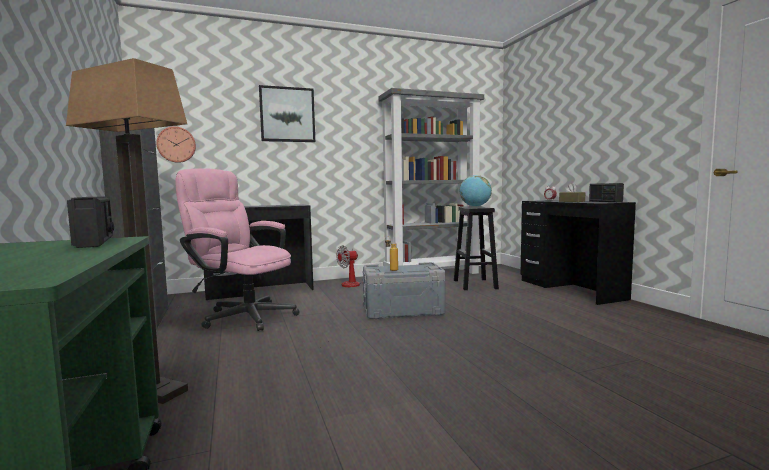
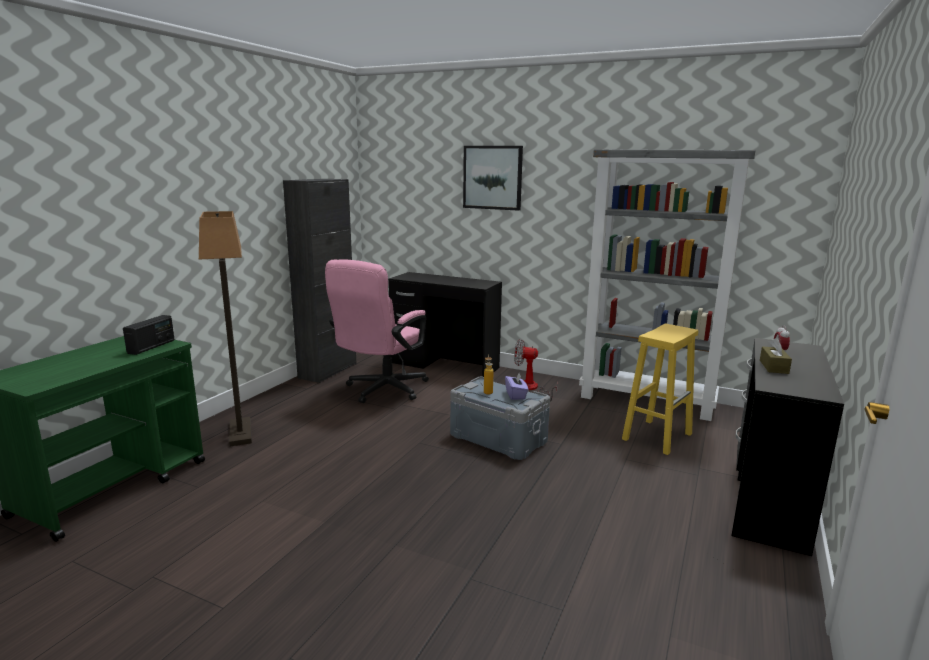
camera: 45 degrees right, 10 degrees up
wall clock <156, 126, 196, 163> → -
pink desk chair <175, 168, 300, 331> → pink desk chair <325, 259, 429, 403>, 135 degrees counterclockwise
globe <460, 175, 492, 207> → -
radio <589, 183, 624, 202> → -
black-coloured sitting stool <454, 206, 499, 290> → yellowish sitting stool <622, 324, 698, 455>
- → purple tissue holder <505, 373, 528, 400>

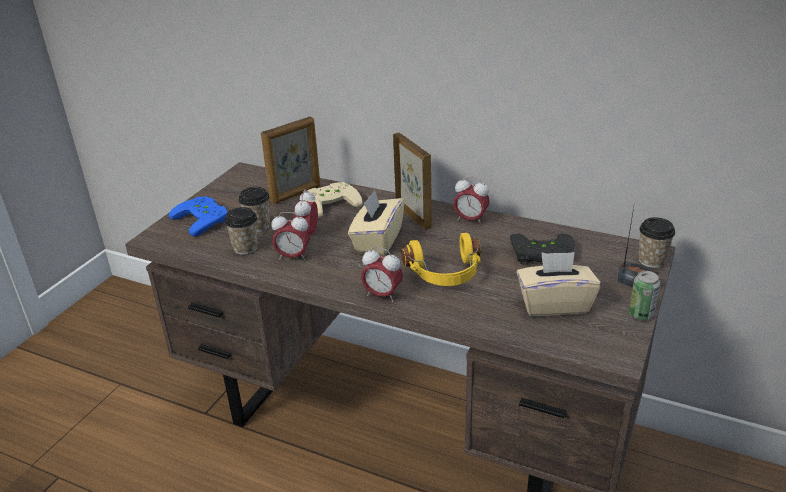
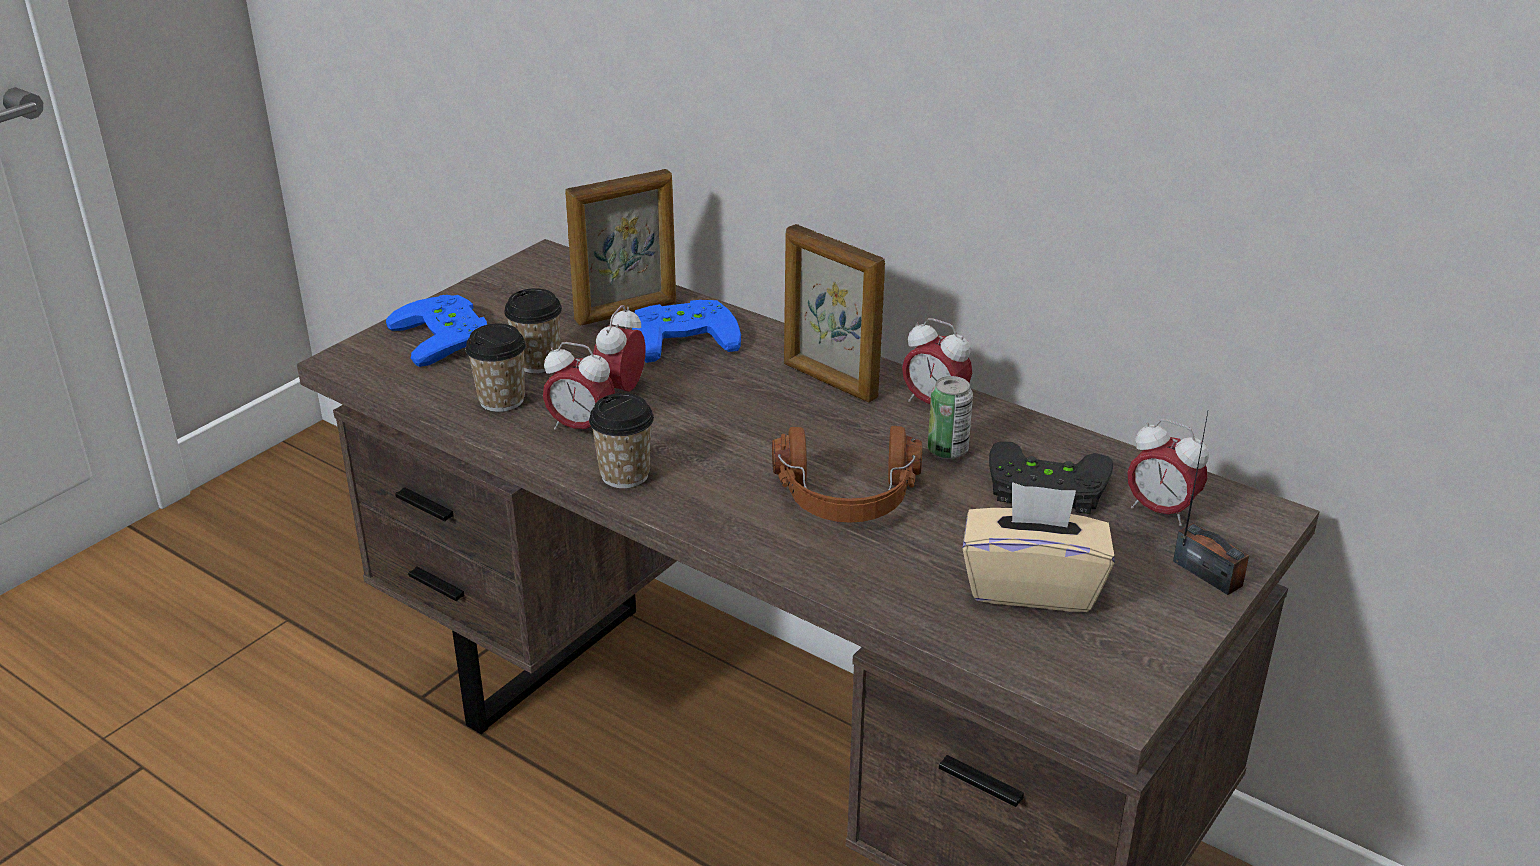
camera: 10 degrees right, 0 degrees up
standing frame <393, 133, 432, 230> → standing frame <784, 224, 885, 403>, 150 degrees clockwise
beige joypad <305, 182, 363, 218> → bluish joypad <632, 300, 741, 363>
beige tissue holder <348, 190, 405, 255> → -
drinking cup <638, 217, 675, 268> → drinking cup <589, 393, 654, 488>, shifted
yellowish pair of headphones <401, 233, 481, 286> → brownish pair of headphones <772, 426, 922, 523>
table clock <361, 247, 403, 302> → table clock <1127, 419, 1209, 526>, shifted
can <629, 271, 660, 320> → can <928, 376, 973, 459>, shifted

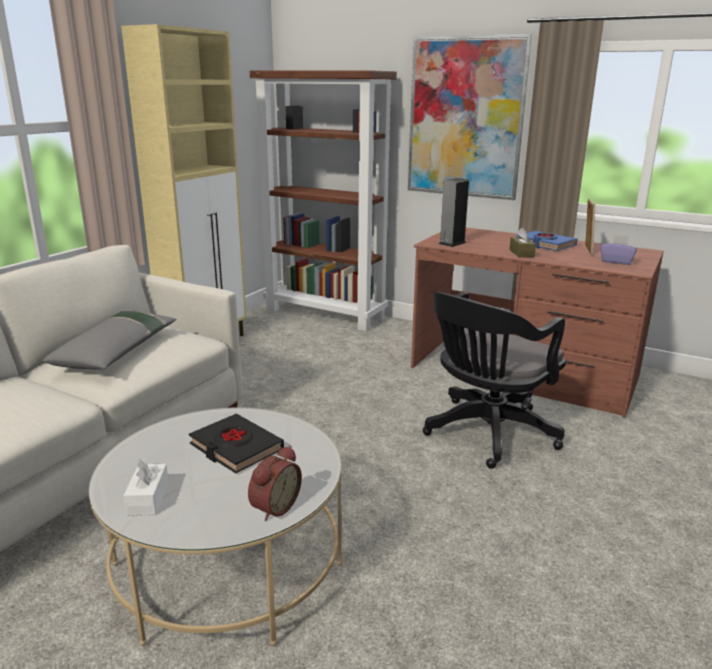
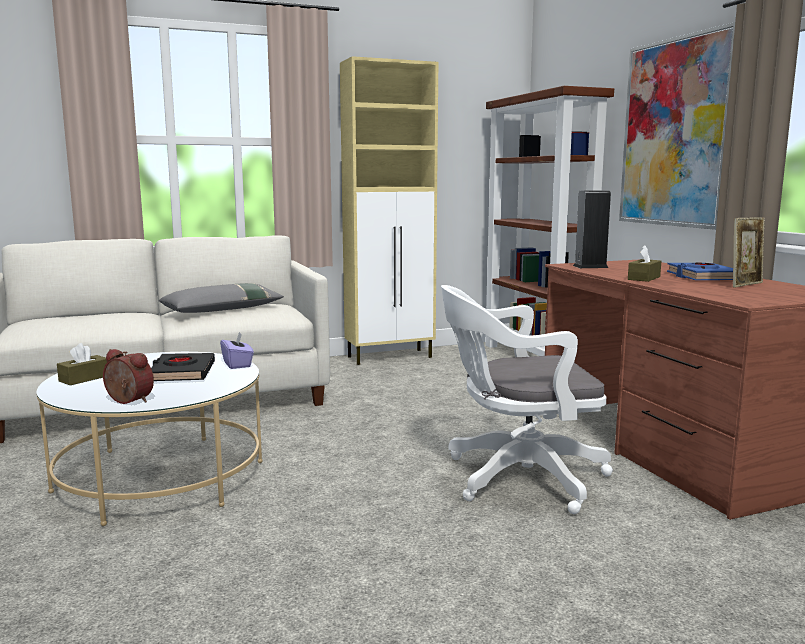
camera: 40 degrees right, 10 degrees down
purple tissue holder <600, 235, 637, 265> → purple tissue holder <220, 331, 254, 369>, shifted
black-coloured desk chair <423, 292, 566, 469> → white desk chair <441, 285, 613, 514>
table clock <248, 446, 302, 521> → table clock <103, 349, 154, 404>, 135 degrees counterclockwise
white tissue holder <123, 459, 169, 515> → brownish tissue holder <57, 343, 107, 385>

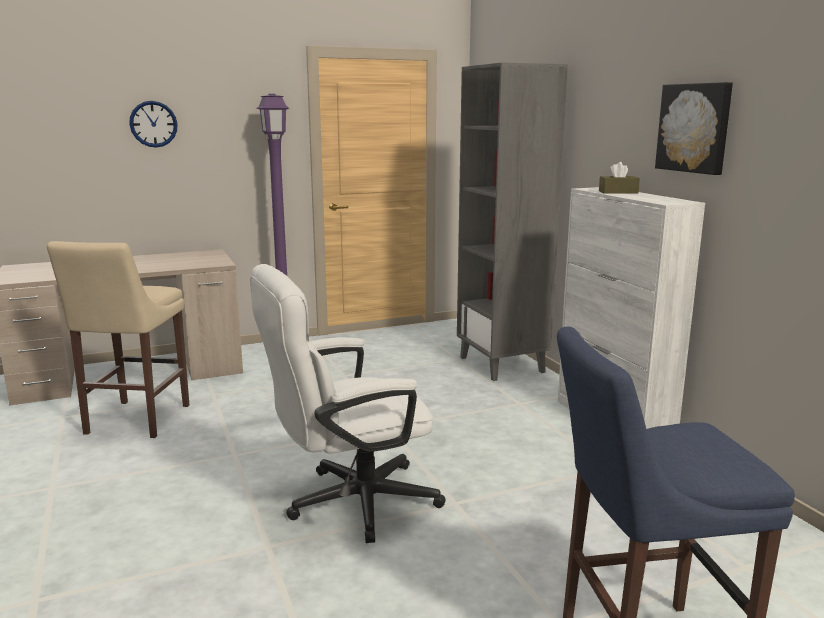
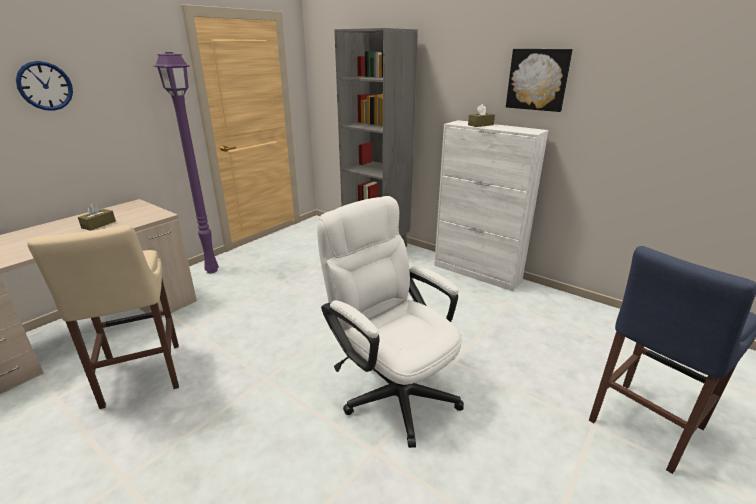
camera: 30 degrees left, 10 degrees up
white desk chair <250, 264, 446, 543> → white desk chair <317, 196, 464, 448>, 105 degrees clockwise
- → brownish tissue holder <78, 203, 116, 231>

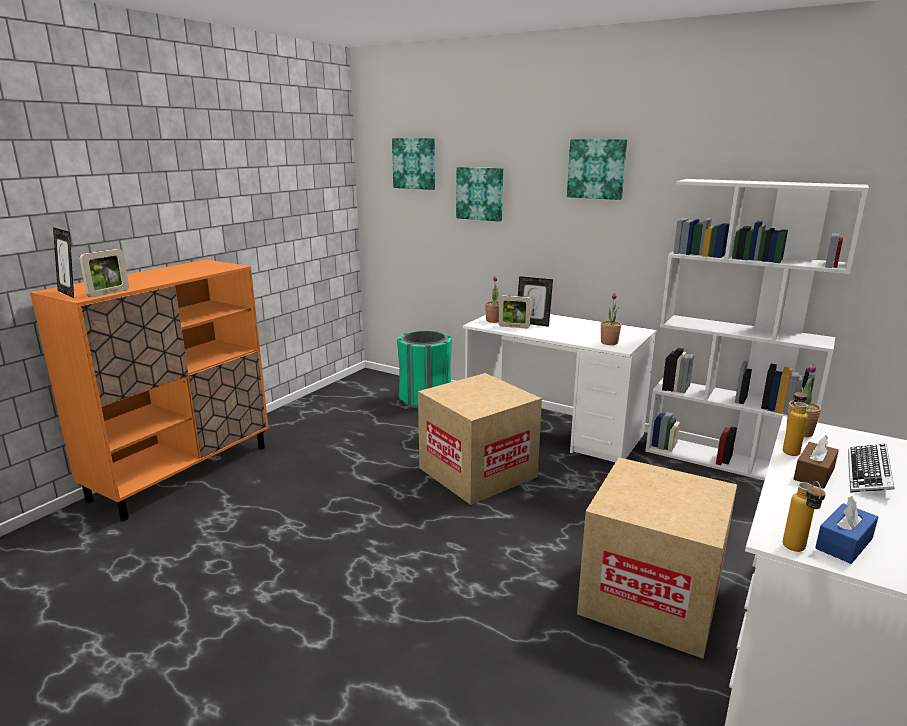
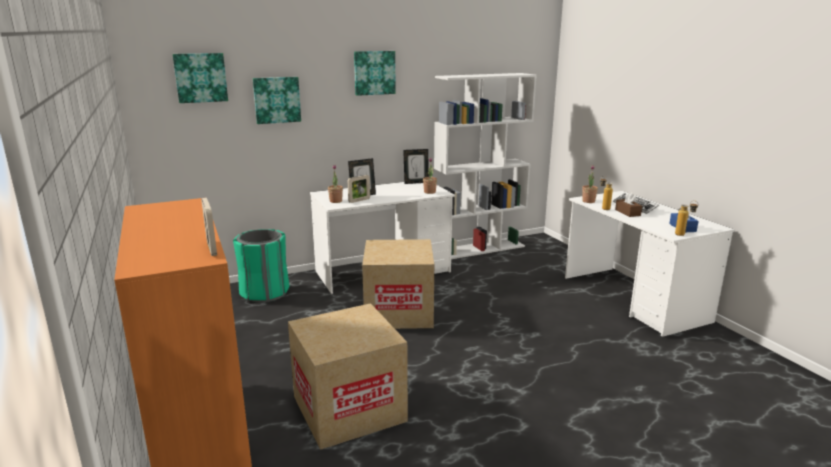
camera: 55 degrees left, 0 degrees up
standing frame <53, 227, 74, 298> → standing frame <403, 149, 429, 184>, shifted
carton <577, 457, 737, 659> → carton <288, 303, 408, 450>, shifted

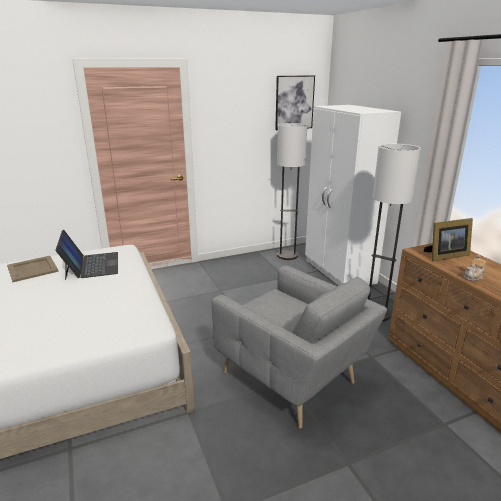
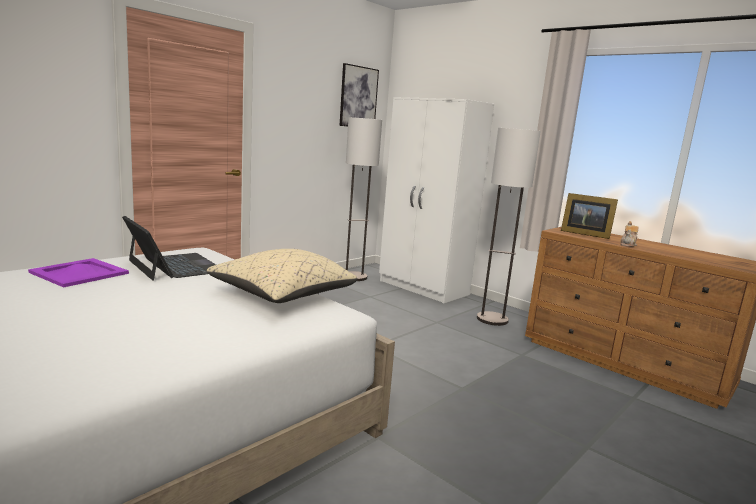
camera: 25 degrees left, 10 degrees down
standing frame <423, 218, 473, 261> → standing frame <561, 193, 618, 239>, 75 degrees clockwise
beige serving tray <7, 256, 59, 282> → purple serving tray <28, 258, 129, 287>
greyish armchair <212, 266, 387, 429> → -
- → beige throw pillow <207, 249, 357, 303>

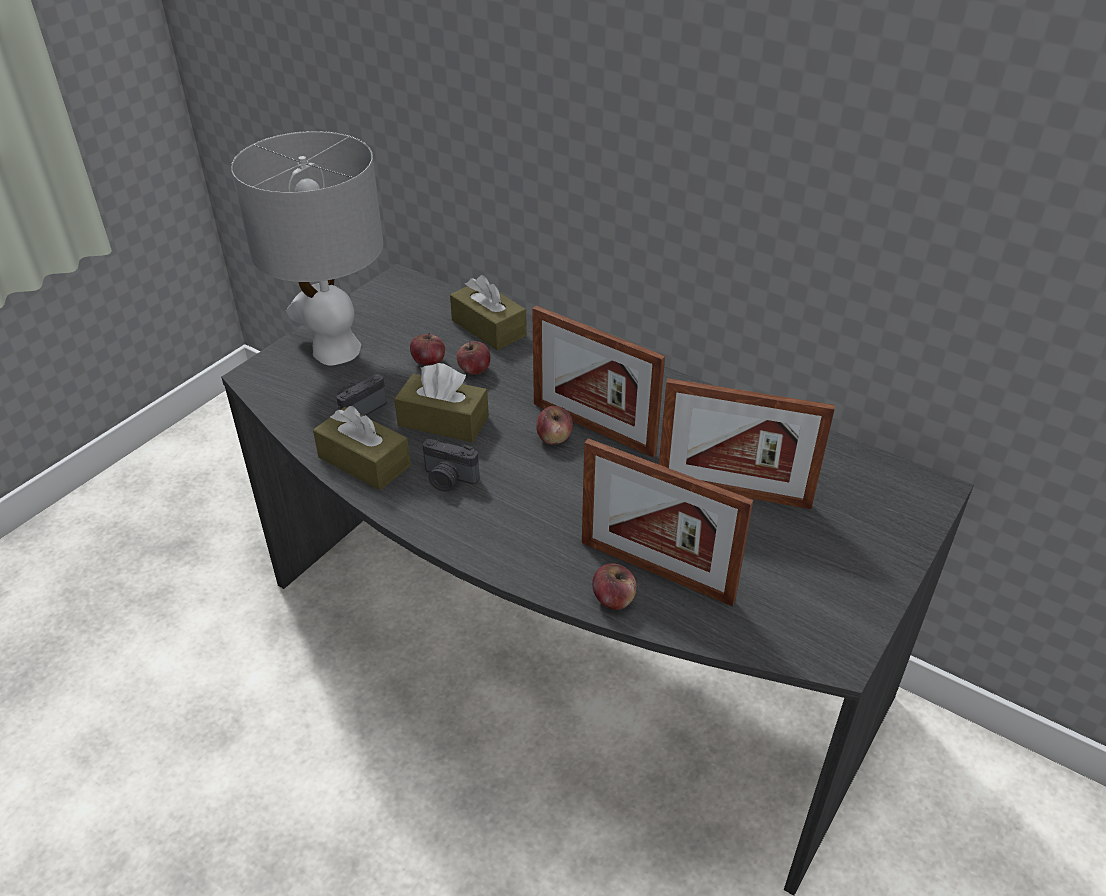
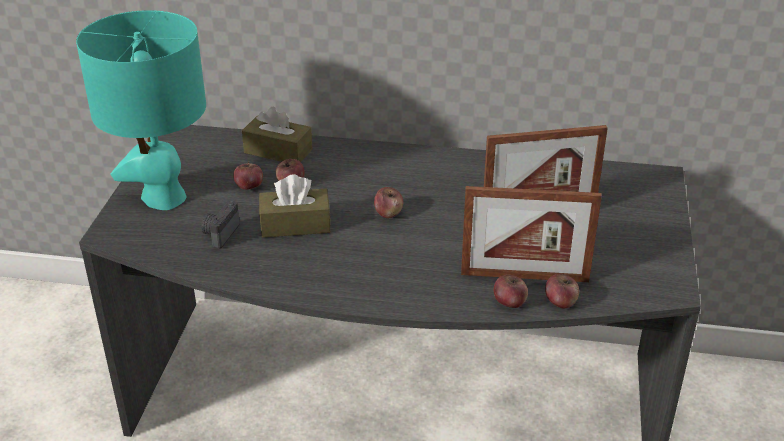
camera: 25 degrees left, 5 degrees down
greyish lamp for a table <231, 131, 383, 366> → blue-green lamp for a table <76, 10, 206, 210>
standing frame <532, 306, 665, 457> → -
brownish tissue holder <313, 406, 411, 490> → -
photo camera <423, 439, 480, 492> → -
- → apple fruit <545, 274, 579, 308>

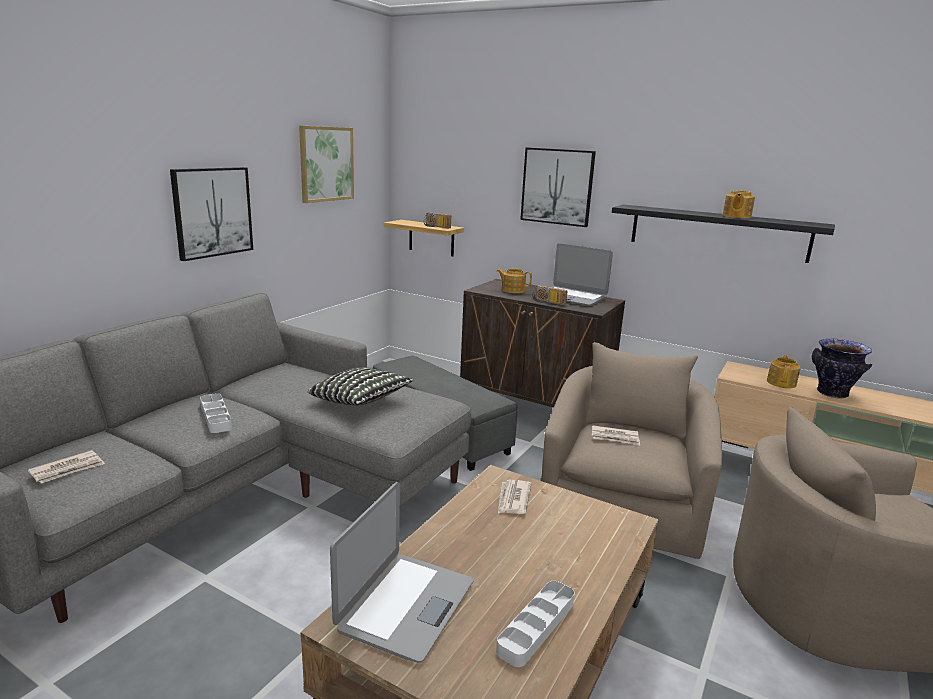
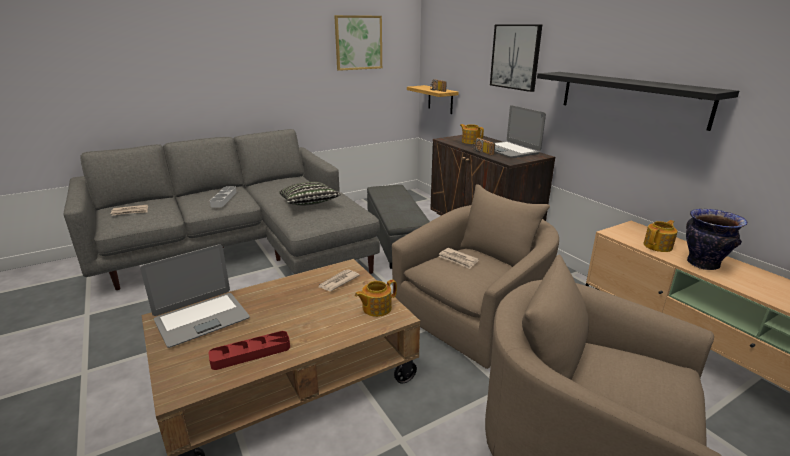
camera: 30 degrees right, 5 degrees up
wall picture <170, 167, 253, 261> → -
teapot <723, 190, 755, 218> → teapot <355, 280, 397, 317>, shifted
greyish serving tray <496, 581, 575, 667> → reddish serving tray <209, 331, 290, 370>

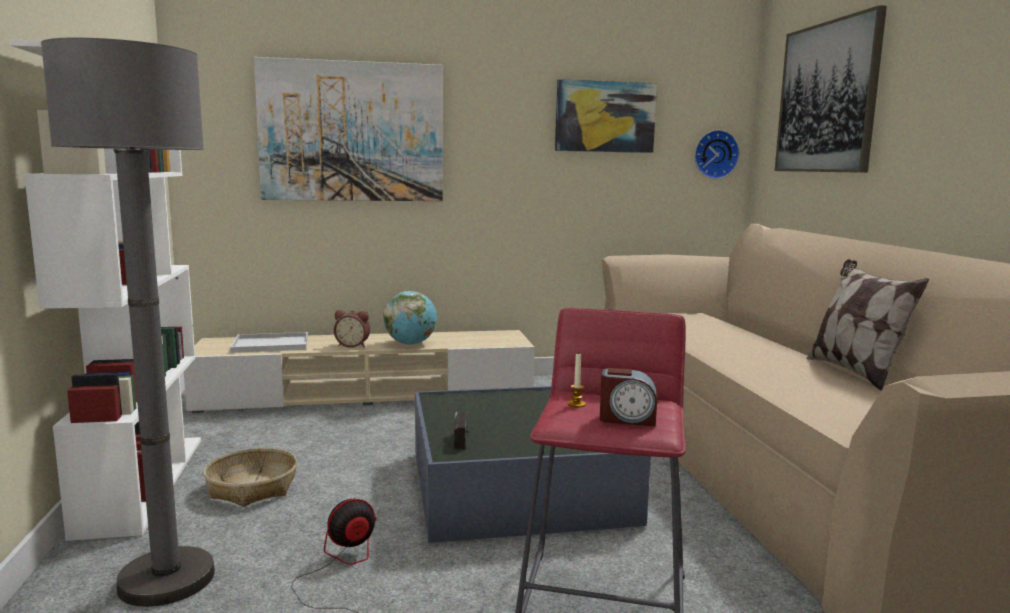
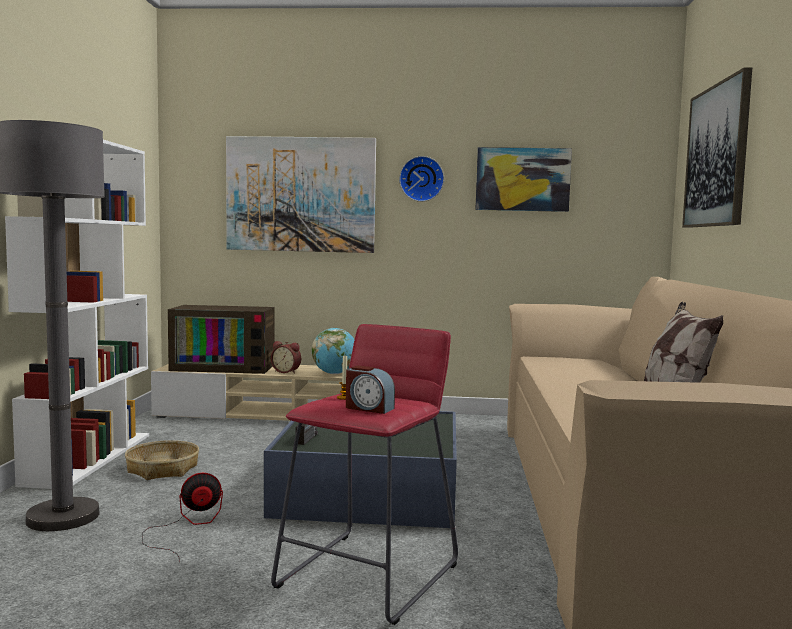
camera: 15 degrees right, 5 degrees down
wall clock <694, 130, 740, 179> → wall clock <399, 156, 444, 202>, shifted
white serving tray <230, 332, 308, 353> → television <168, 305, 275, 374>

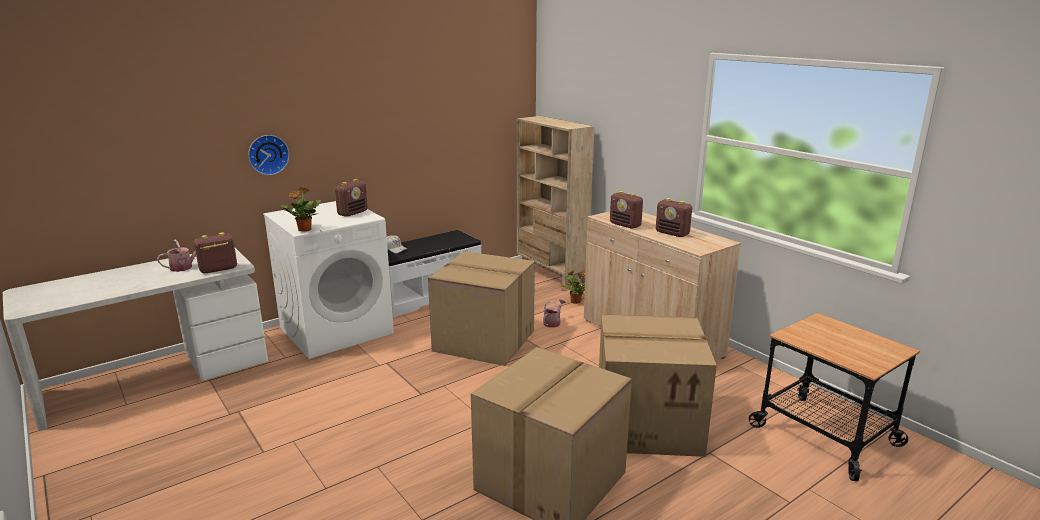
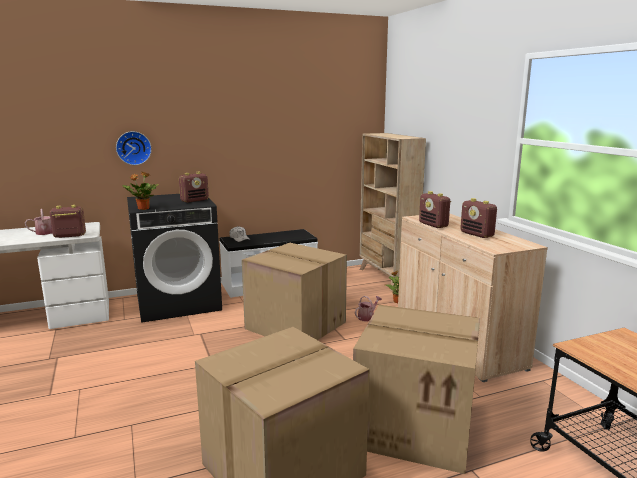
camera: 15 degrees right, 5 degrees down
white laundry appliance <263, 201, 394, 359> → black-coloured laundry appliance <127, 194, 222, 323>

